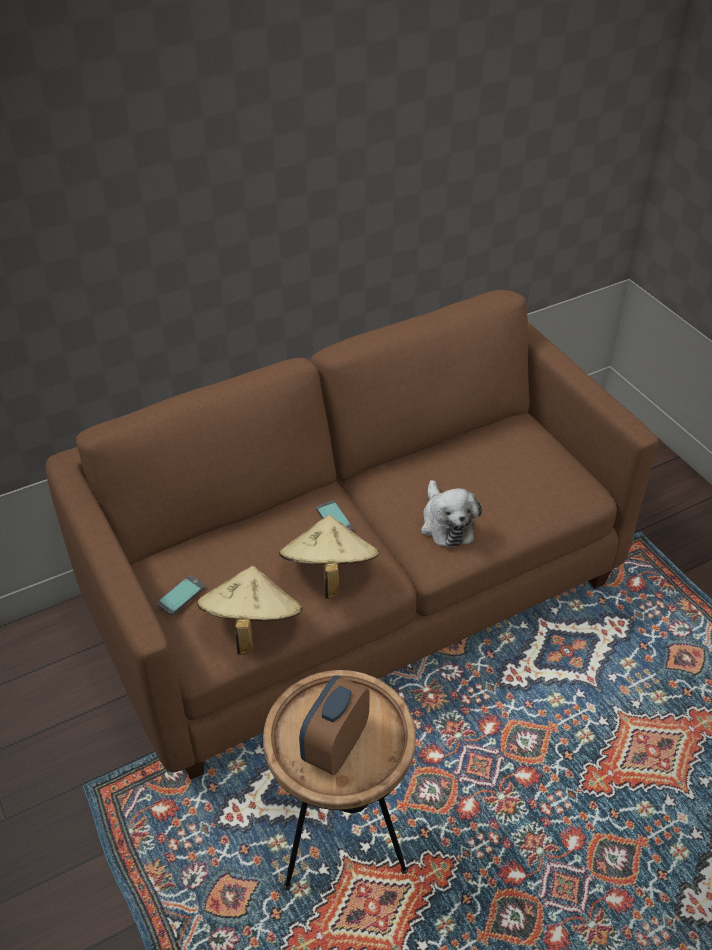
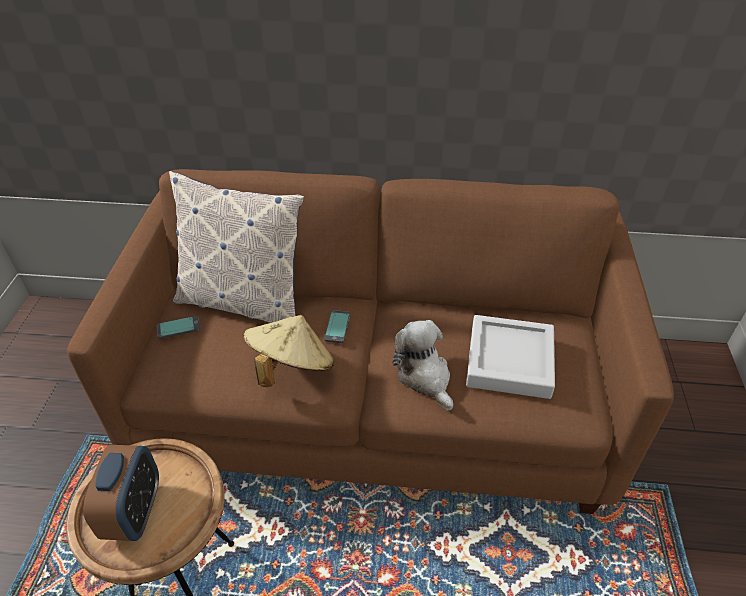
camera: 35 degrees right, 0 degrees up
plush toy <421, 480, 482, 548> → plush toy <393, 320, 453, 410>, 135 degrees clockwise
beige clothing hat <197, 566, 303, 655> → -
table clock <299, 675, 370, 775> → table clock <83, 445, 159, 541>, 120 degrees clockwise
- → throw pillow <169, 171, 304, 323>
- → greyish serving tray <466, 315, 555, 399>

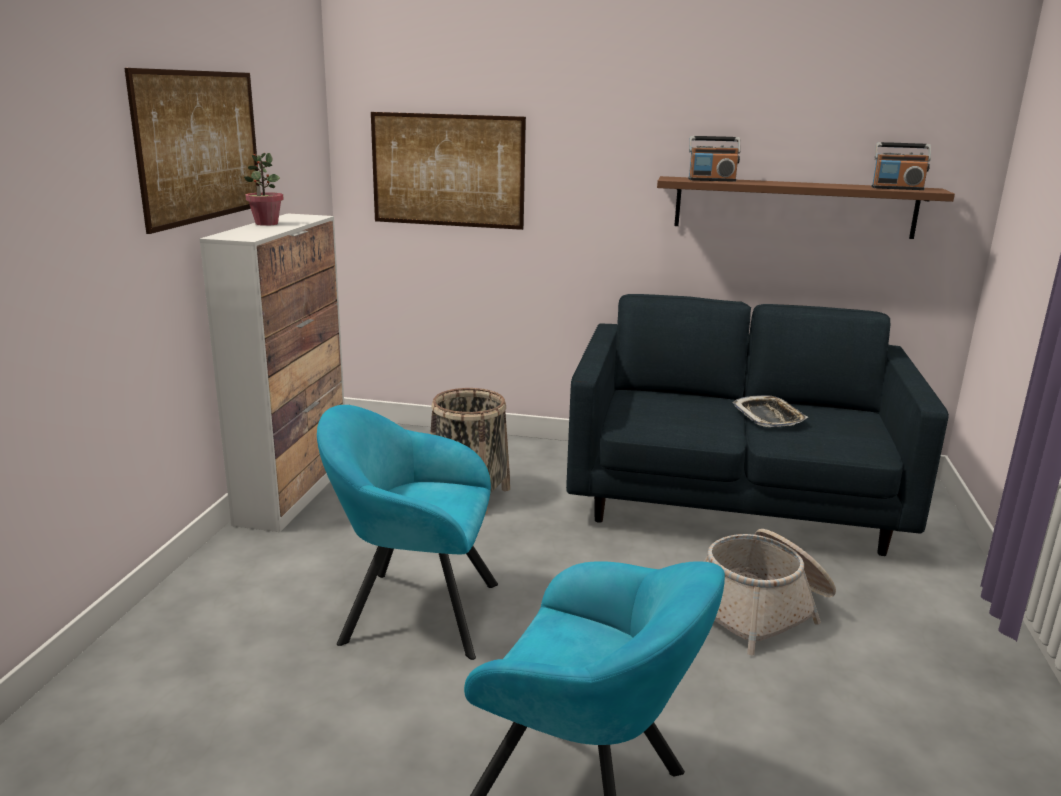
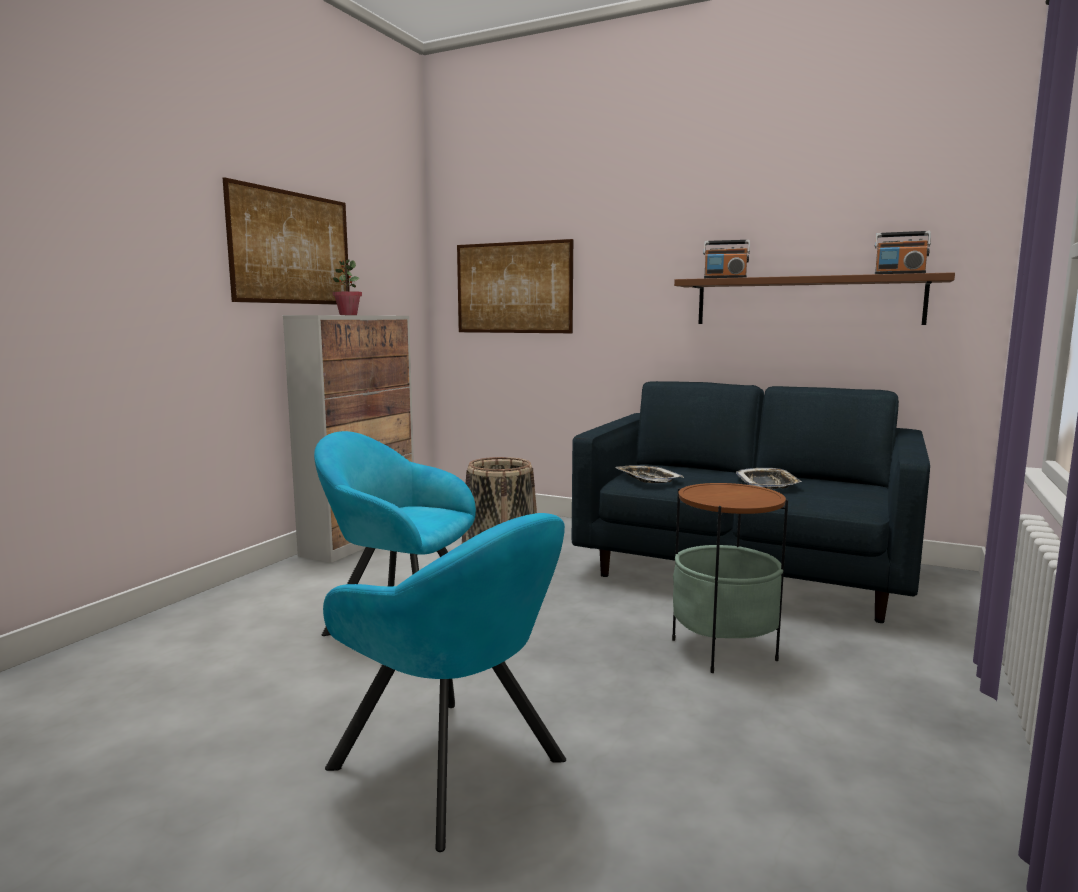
camera: 15 degrees right, 10 degrees down
storage basket <704, 529, 836, 655> → end table <672, 483, 788, 673>
- → serving tray <615, 465, 684, 483>

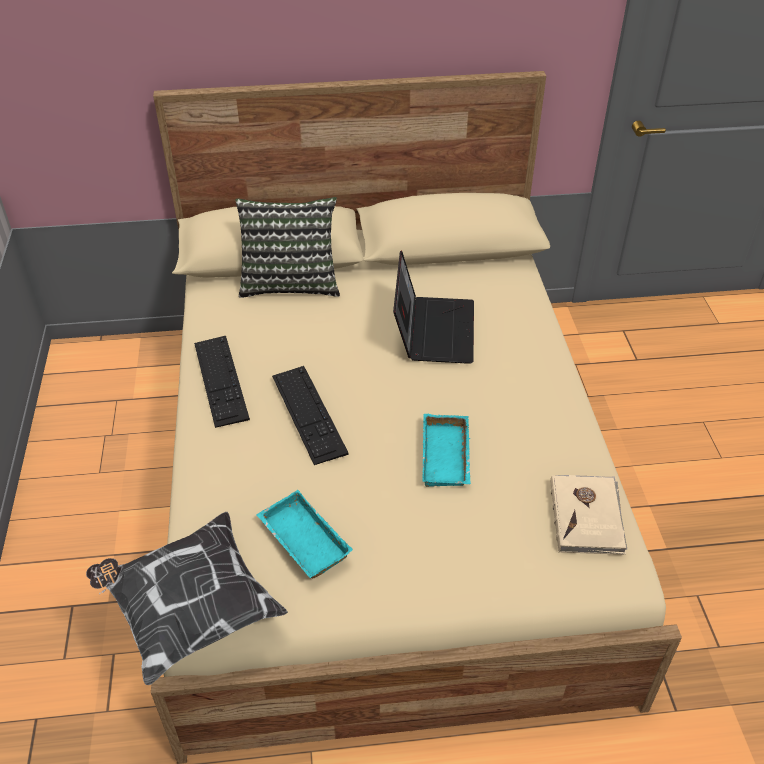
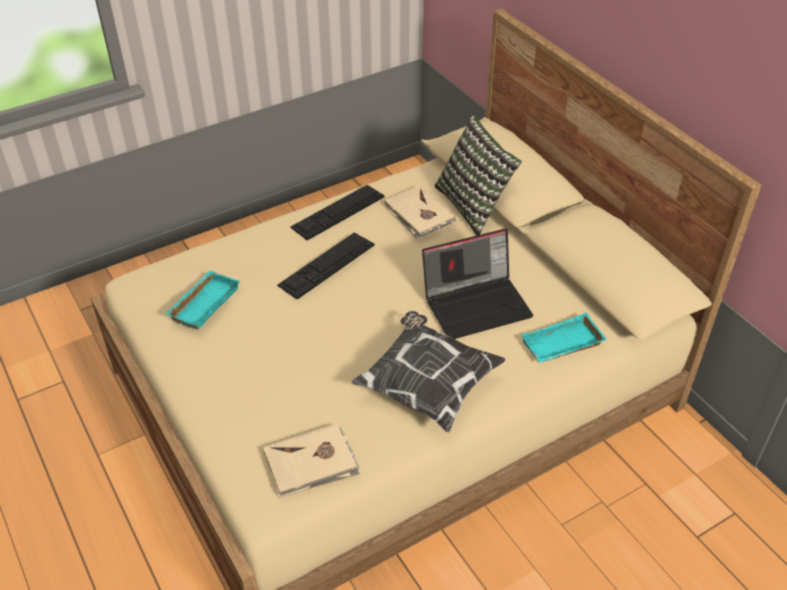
camera: 65 degrees right, 0 degrees up
blue-green serving tray <422, 414, 471, 487> → blue-green serving tray <521, 313, 607, 363>, shifted
throw pillow <86, 512, 288, 685> → throw pillow <352, 311, 506, 432>, shifted
- → beige book <384, 185, 456, 238>

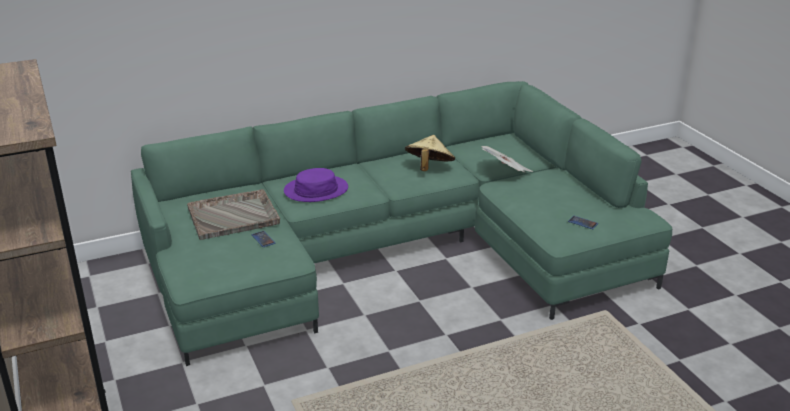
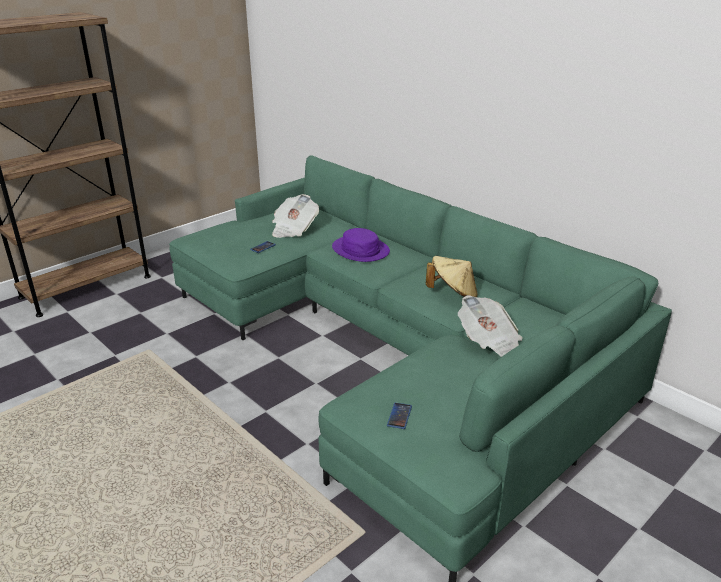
camera: 70 degrees right, 0 degrees up
greyish serving tray <187, 189, 280, 240> → newspaper <272, 194, 319, 238>

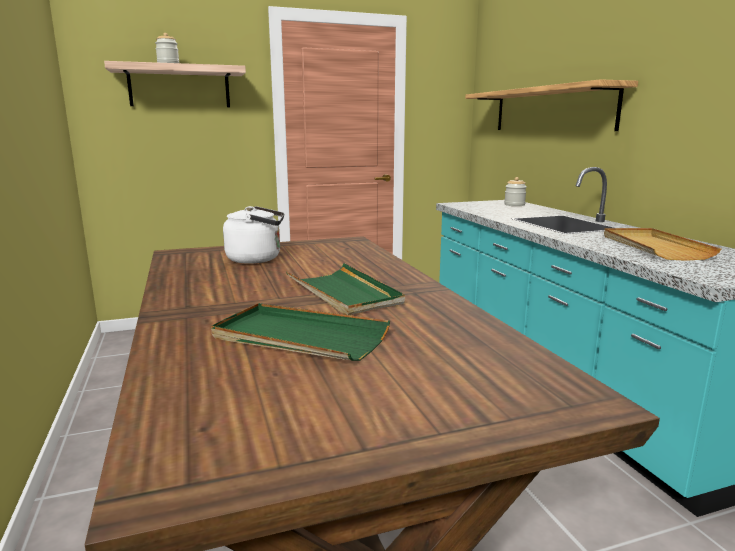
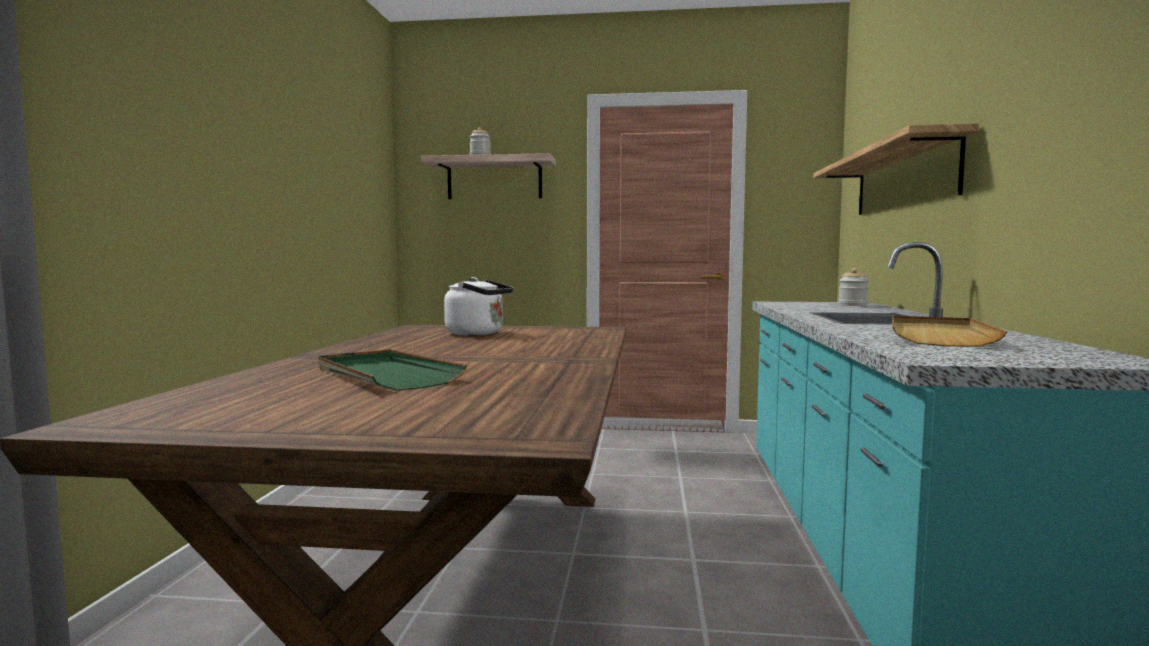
camera: 25 degrees right, 10 degrees down
green serving tray <286, 263, 405, 315> → -

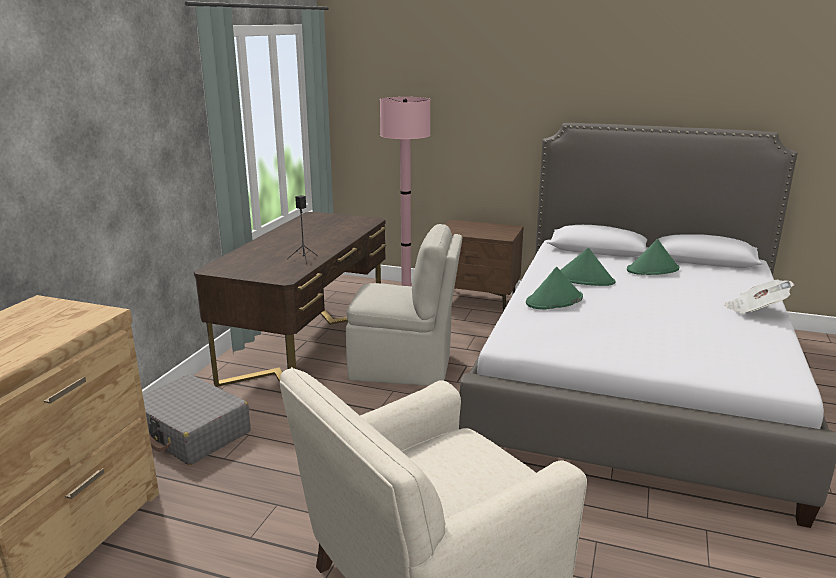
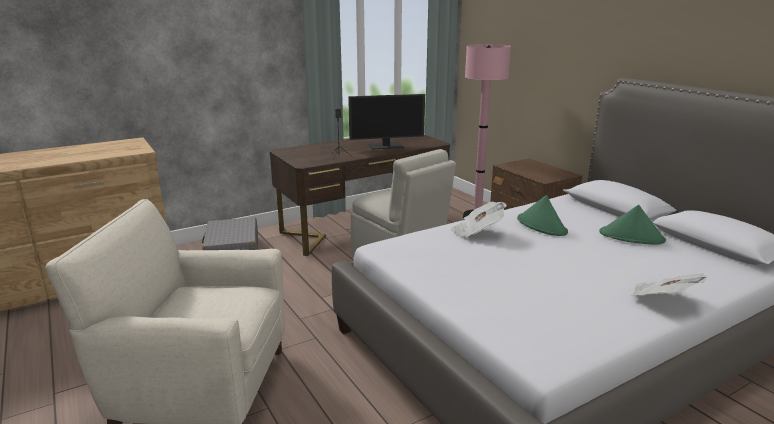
camera: 40 degrees right, 0 degrees up
green clothing hat <526, 267, 583, 310> → newspaper <451, 202, 507, 237>
- → monitor <348, 94, 425, 150>

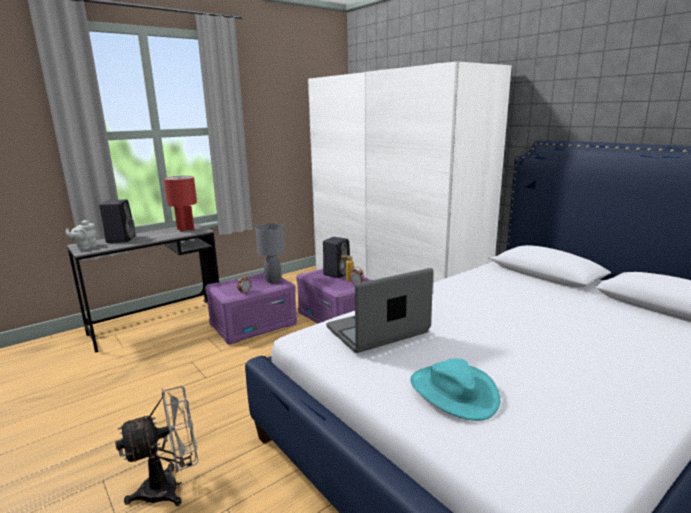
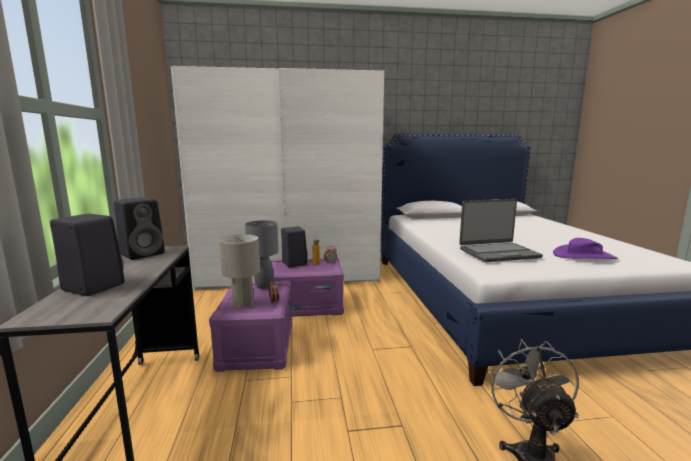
camera: 60 degrees left, 5 degrees down
reddish lamp for a table <164, 176, 197, 232> → black-coloured audio speaker <114, 197, 165, 260>
greyish teapot <66, 220, 97, 250> → -
laptop <326, 268, 433, 353> → laptop <459, 199, 543, 262>, 105 degrees counterclockwise
blue-green clothing hat <411, 358, 500, 421> → purple clothing hat <553, 238, 618, 259>
- → greyish lamp for a table <219, 234, 260, 309>

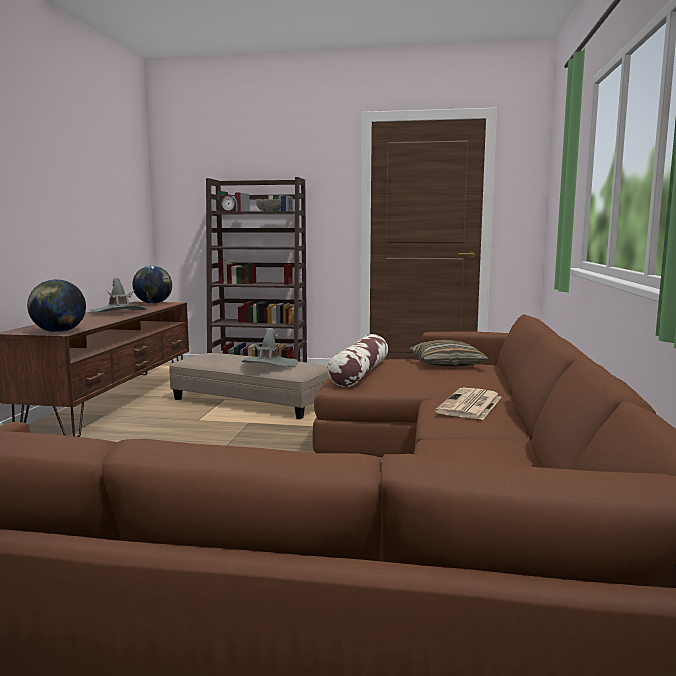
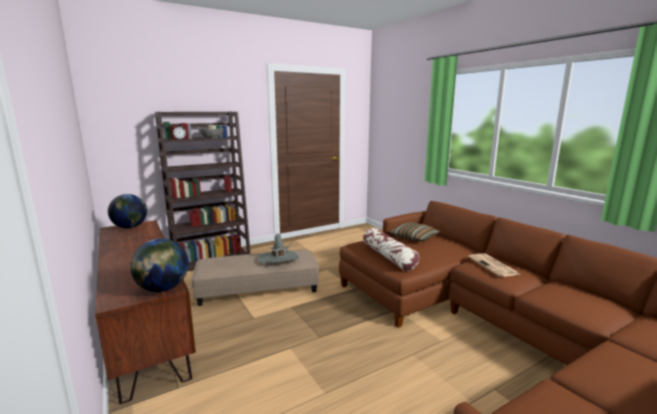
camera: 40 degrees left, 5 degrees up
greyish clothing hat <90, 278, 146, 312> → -

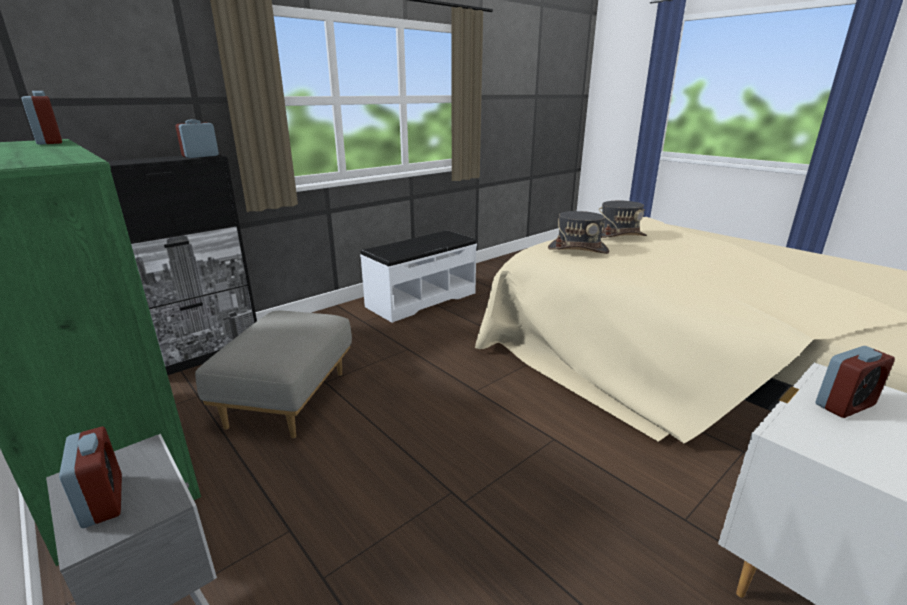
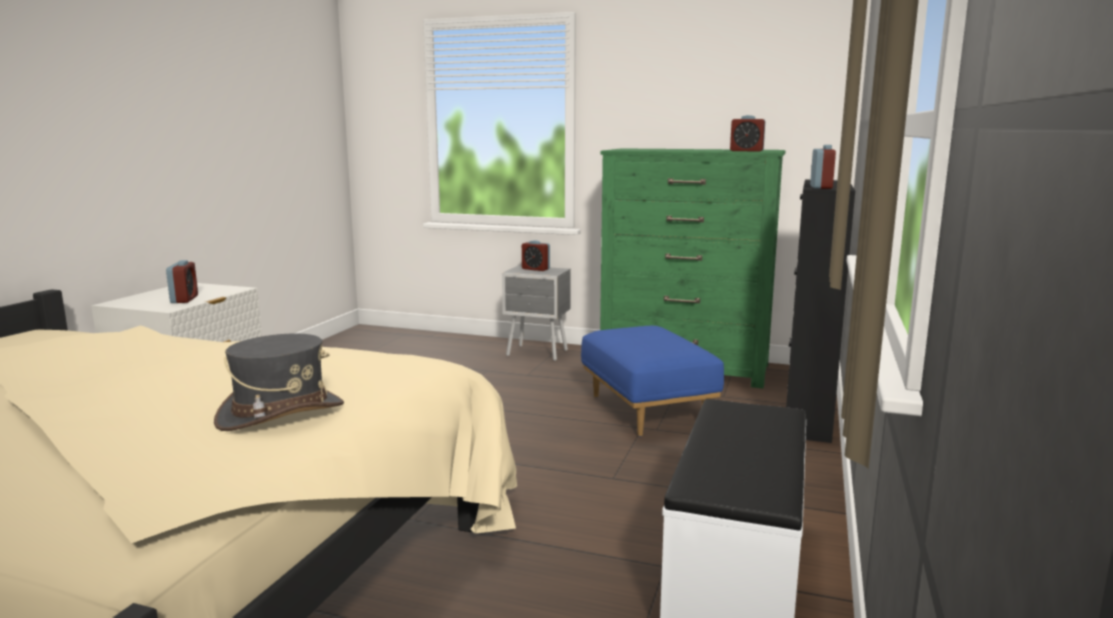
camera: 150 degrees right, 10 degrees down
greyish clothing hat <548, 211, 609, 254> → -
greyish footrest <195, 311, 352, 438> → bluish footrest <581, 326, 724, 436>
table clock <816, 346, 895, 418> → table clock <166, 260, 198, 303>, 135 degrees clockwise

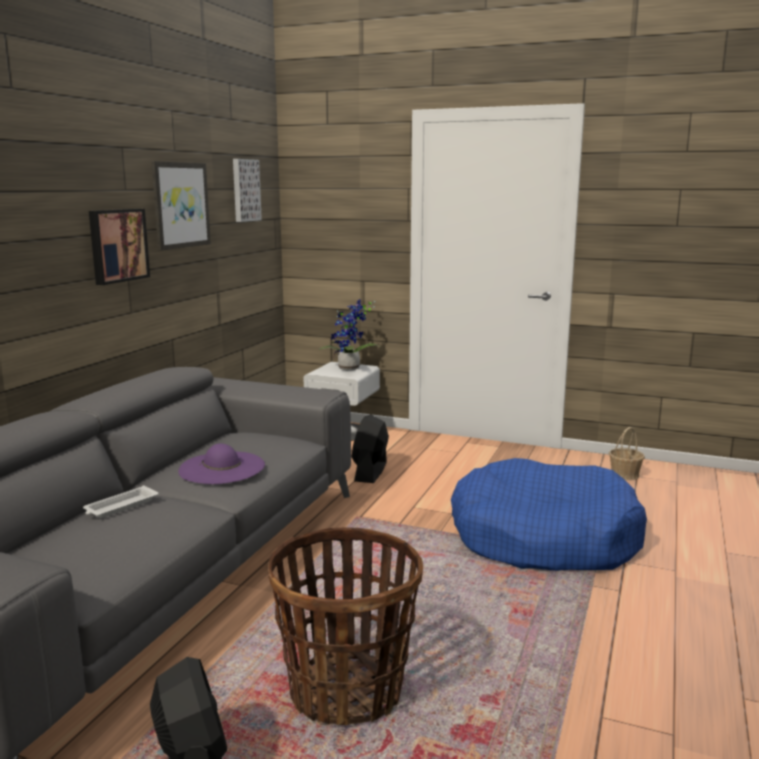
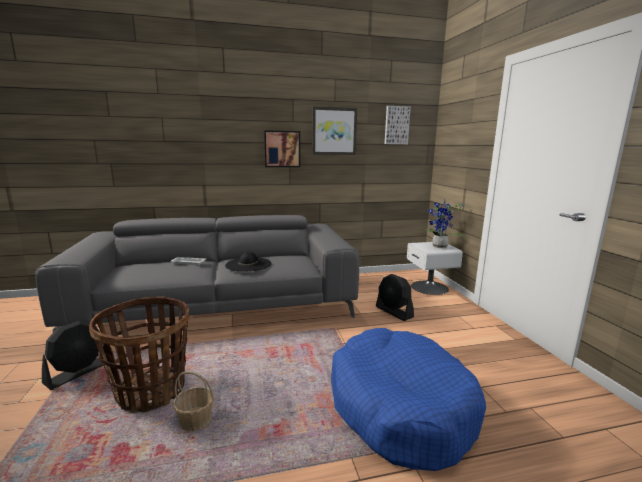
camera: 55 degrees right, 0 degrees up
black-coloured electric fan <351, 414, 389, 483> → black-coloured electric fan <376, 274, 414, 321>, 105 degrees counterclockwise
storage basket <609, 427, 645, 480> → storage basket <173, 371, 214, 431>, shifted
purple clothing hat <178, 444, 265, 484> → black-coloured clothing hat <225, 251, 271, 272>

